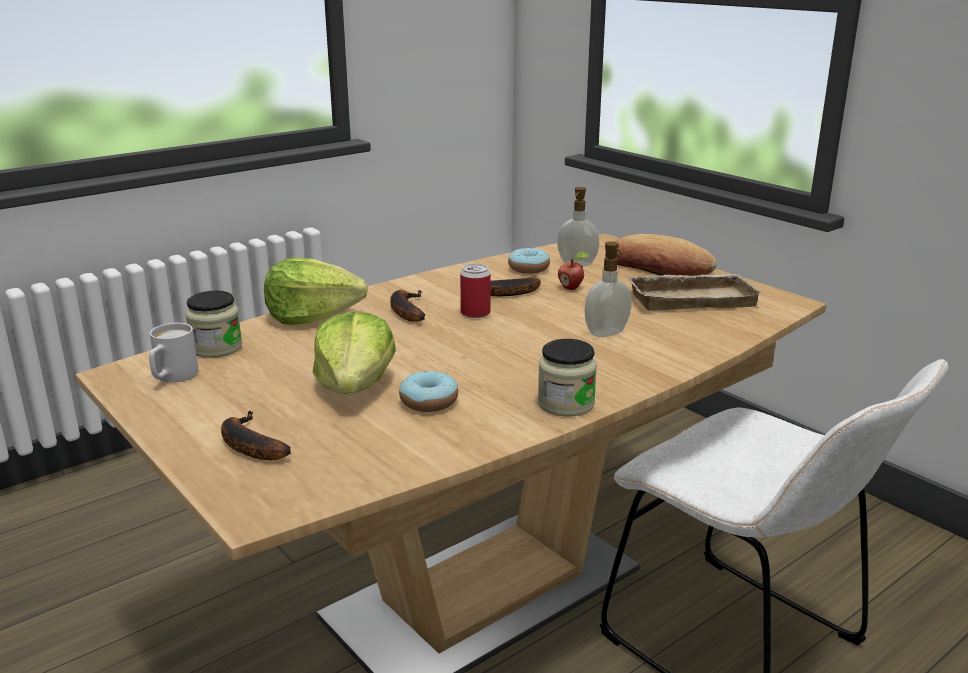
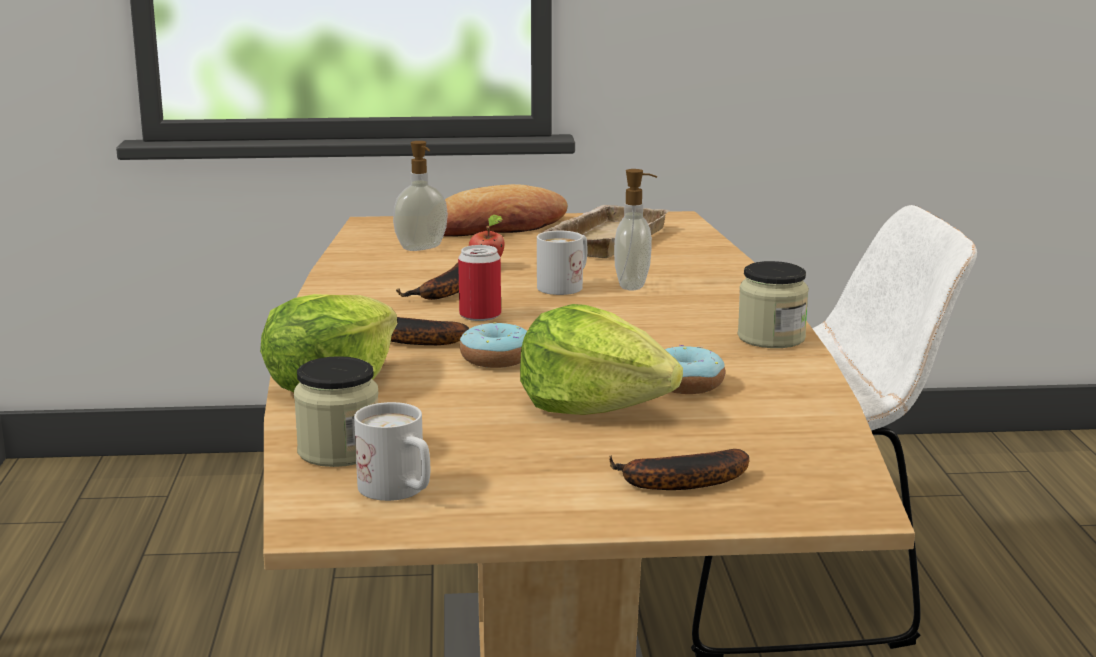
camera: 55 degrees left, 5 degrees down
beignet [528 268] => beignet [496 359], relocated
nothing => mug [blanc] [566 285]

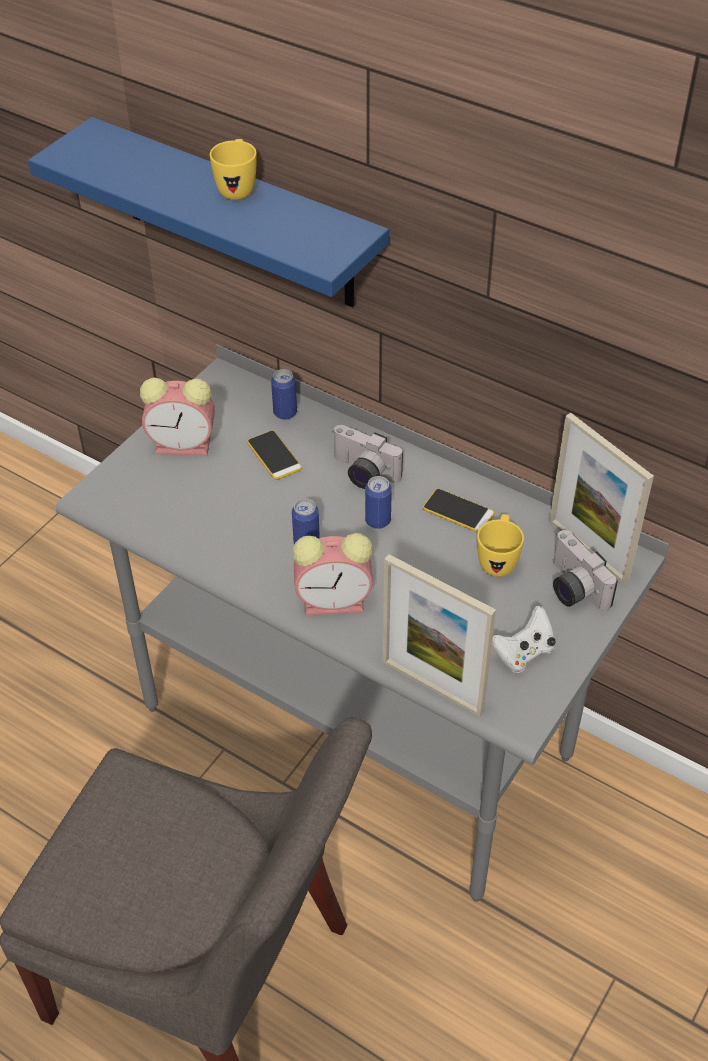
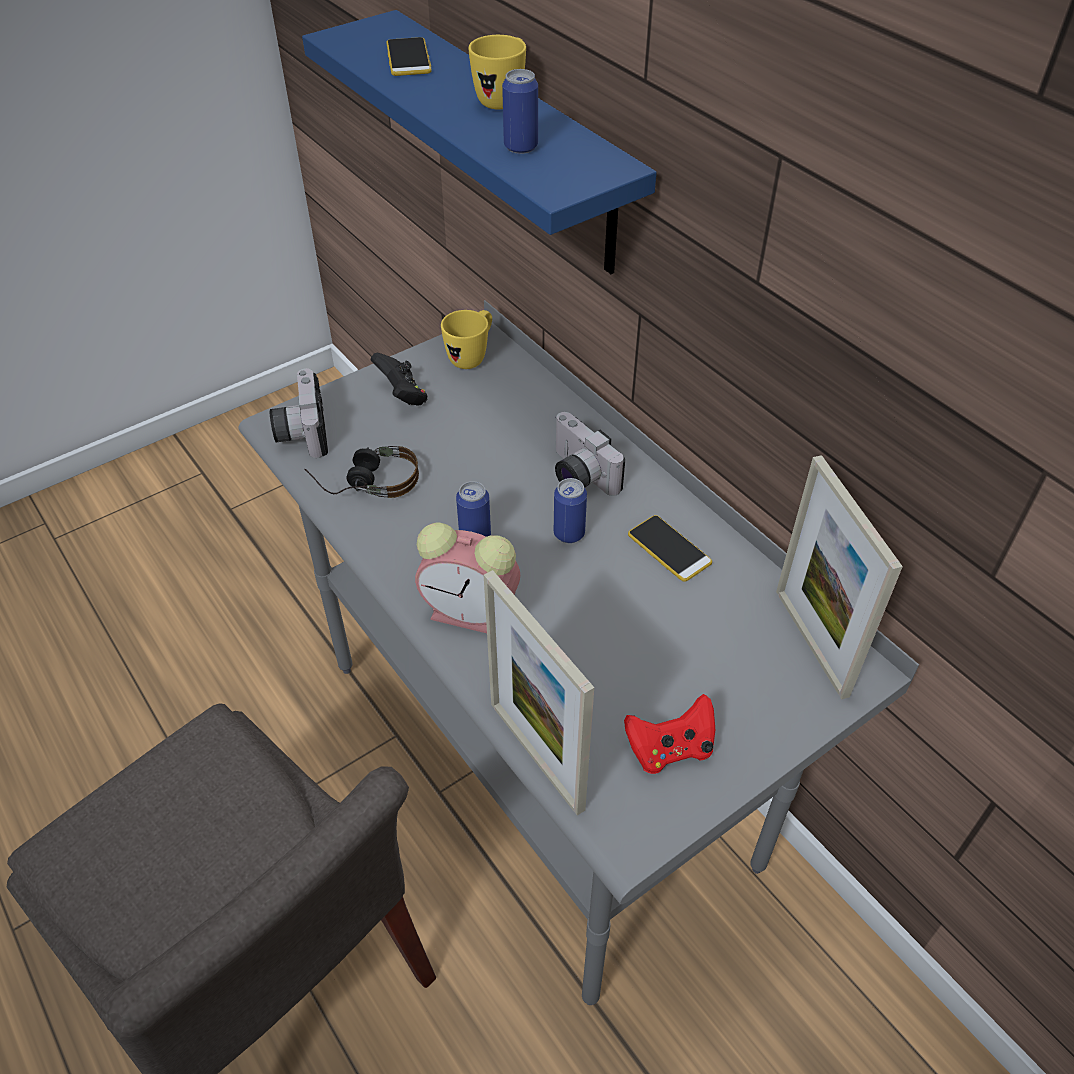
camera: 20 degrees right, 0 degrees up
appareil photo [572 588] => appareil photo [301 430], relocated
nothing => casque audio [366 482]
réveil [185 444] => manette [noir] [402 395]
téléphone [274 455] => téléphone [408 58], relocated
mug [jaune] [498 560] => mug [jaune] [472 357], relocated
boîte métallique [285 413] => boîte métallique [521 147], relocated
manette [blanc] [523 653] => manette [rouge] [670 749]

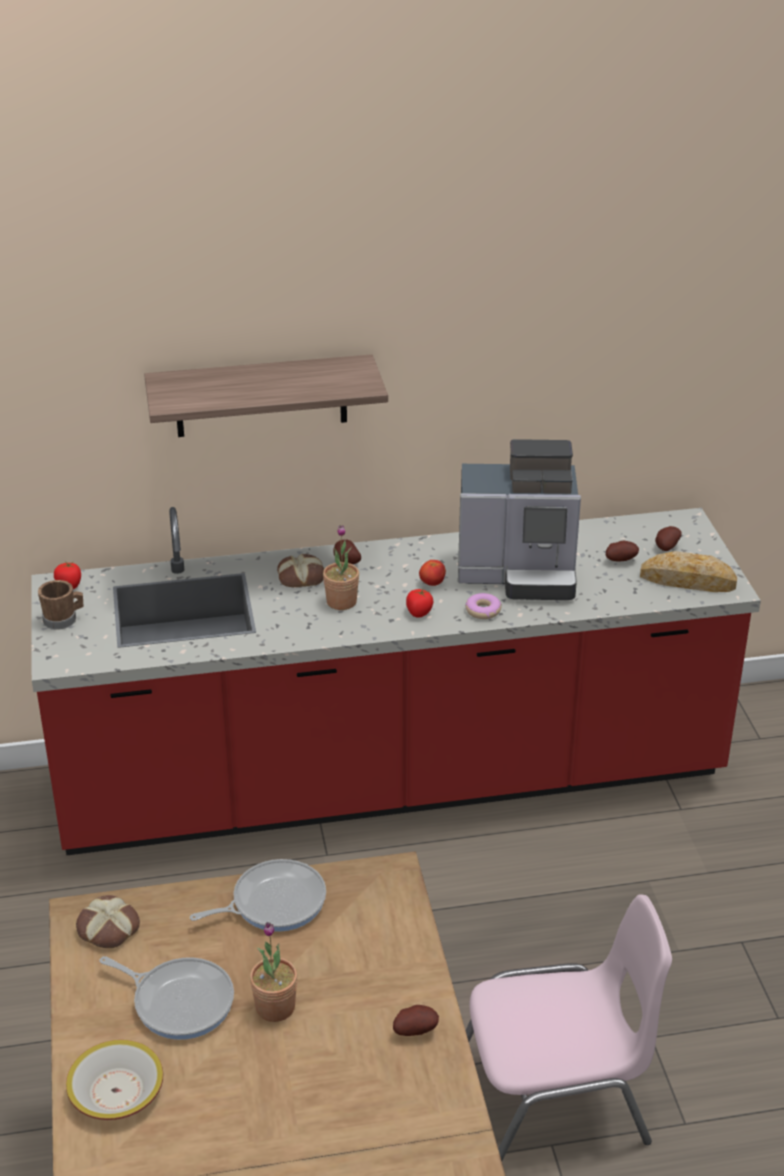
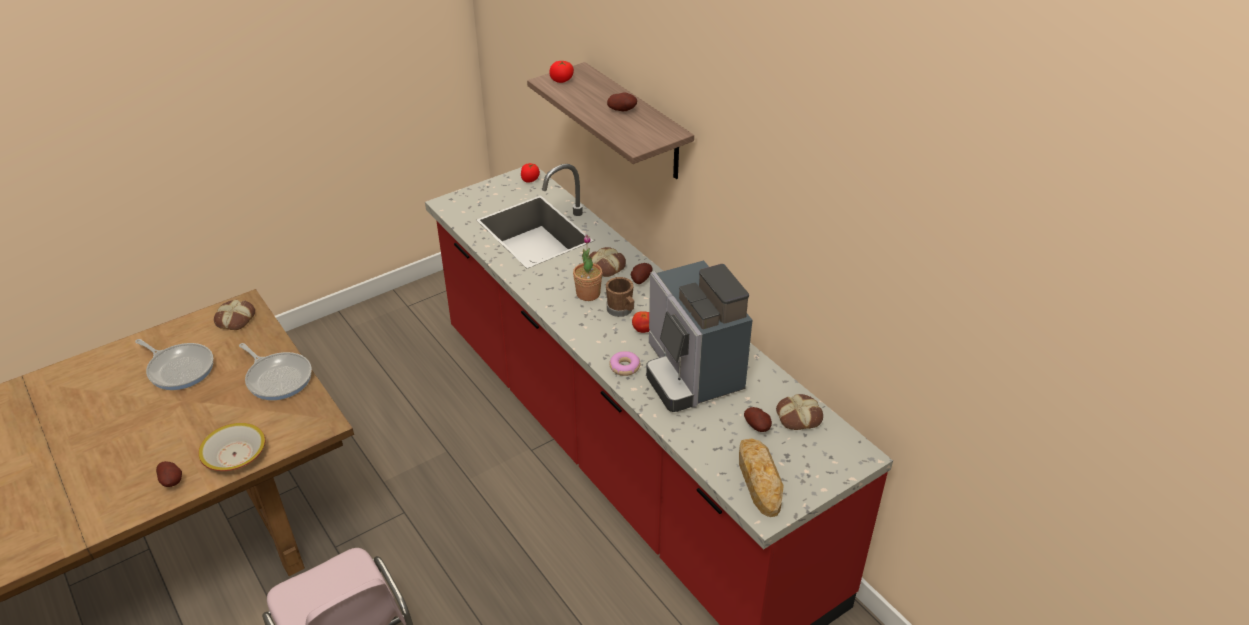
camera: 65 degrees right, 5 degrees up
poêle [179 1001] => poêle [179 368], 60 degrees counterclockwise
bol [115 1091] => bol [234 454], relocated
tomate [419 612] => tomate [562 80], relocated
mug [marron] [64 620] => mug [marron] [621 310], relocated
pomme de terre [665 547] => pomme de terre [622 110], relocated
nothing => pain [798 416]
plante en pot [275 1007] => nothing

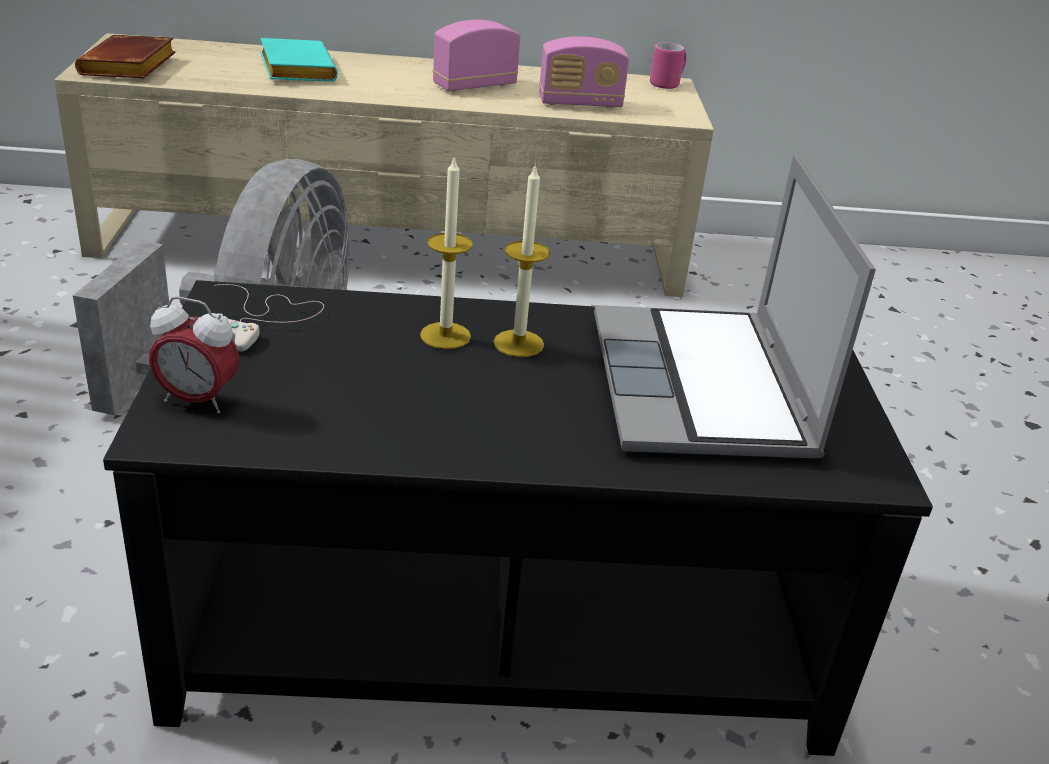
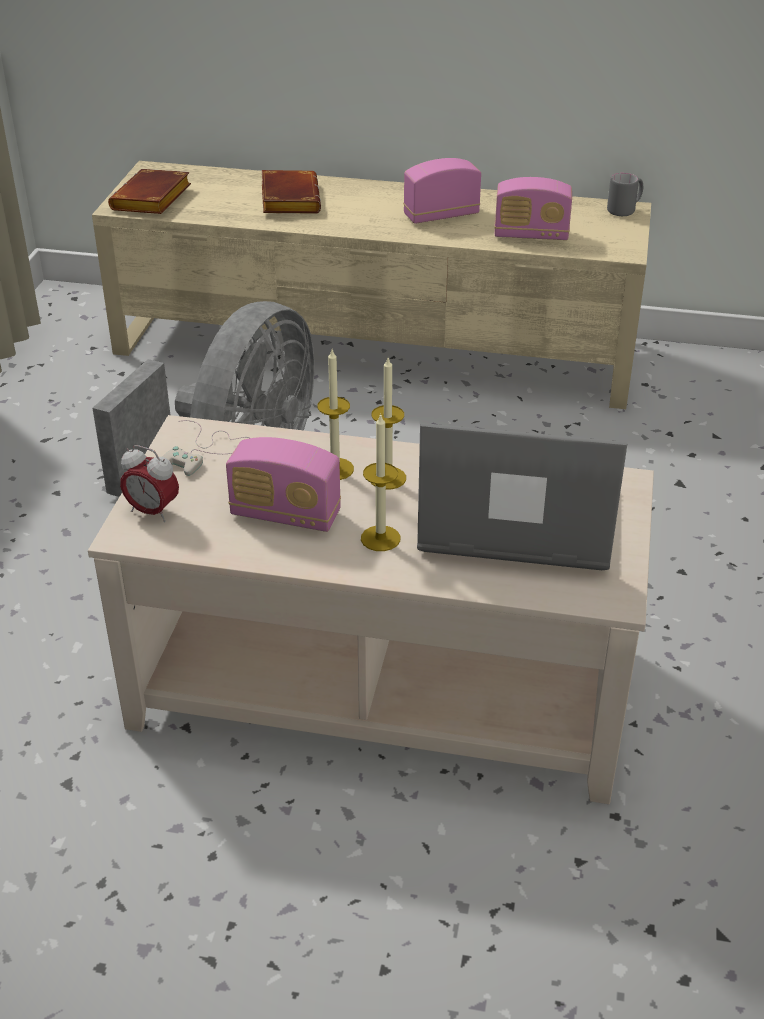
camera: 15 degrees right, 5 degrees up
table basse [noir] [501 625] => table basse [beige] [383 685]
nothing => radio [285 515]
livre [turquoise] [294 69] => livre [marron] [287 199]
nothing => bougie [380 538]
ordinateur portable [703 388] => ordinateur portable [514 522], 90 degrees clockwise
mug [rose] [667 84] => mug [gris] [624 210]

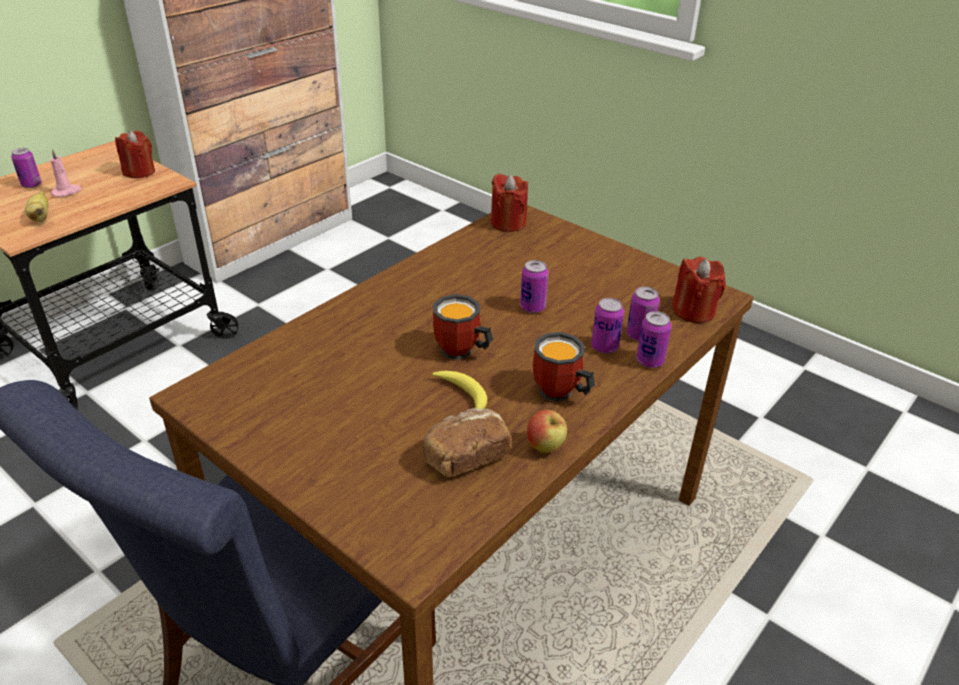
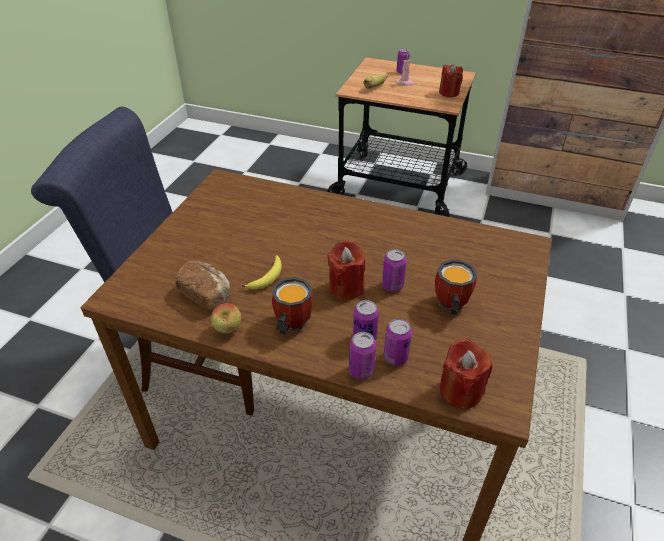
camera: 70 degrees right, 5 degrees up
bougie [rouge] [508 223] => bougie [rouge] [346 287], relocated
mug [460 353] => mug [449 306], relocated

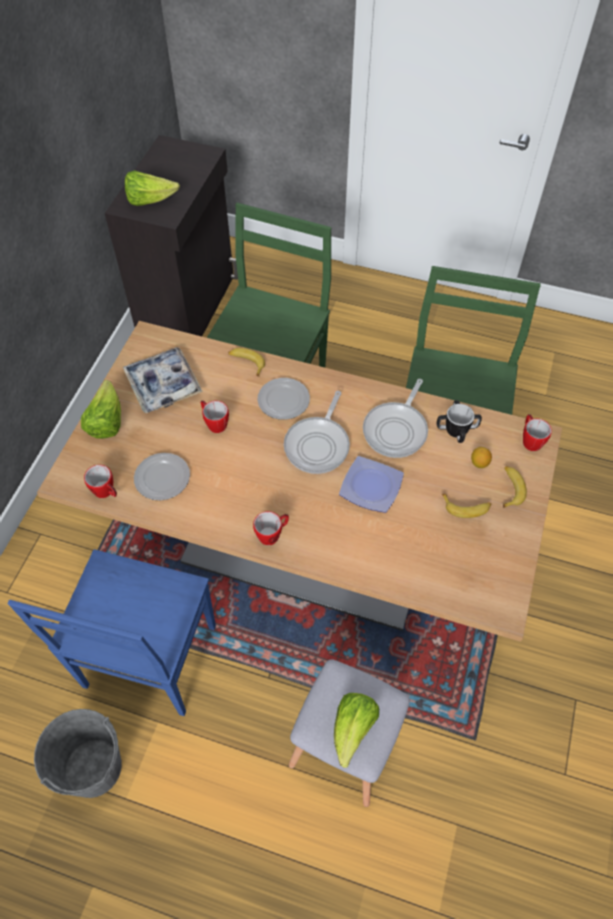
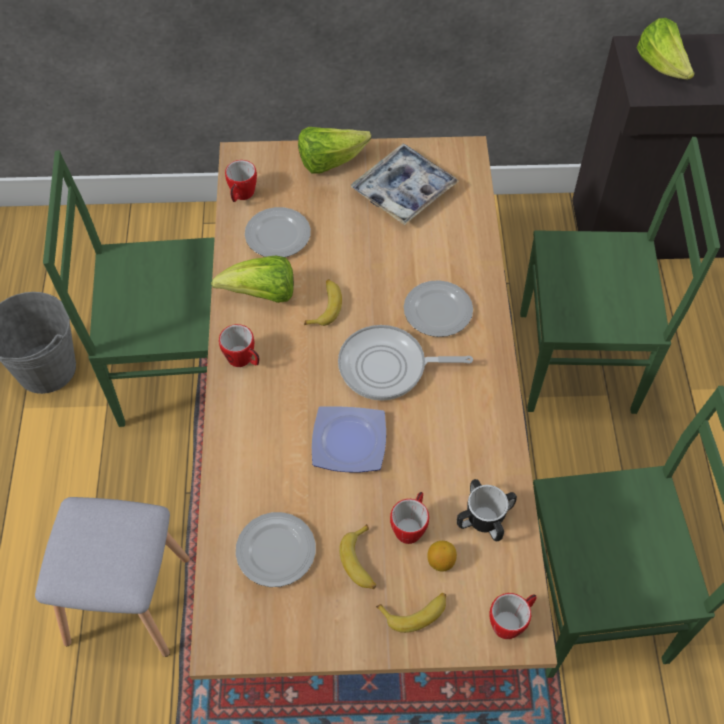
camera: 70 degrees right, 0 degrees up
chaise [bleu] [148 660] => chaise [vert] [170 371]
laitue [353 729] => laitue [262 295], relocated
nothing => assiette [276 550]
banane [246 363] => banane [325 306], relocated
mug [214 423] => mug [410 526], relocated
poêle [396 429] => nothing

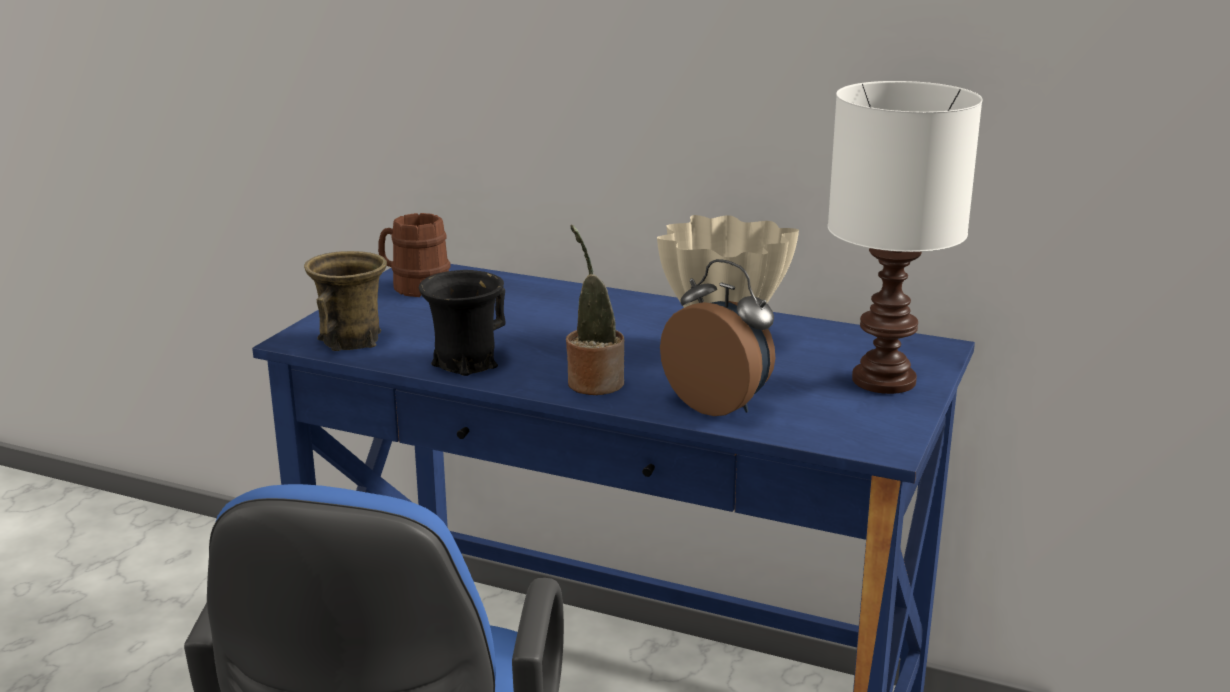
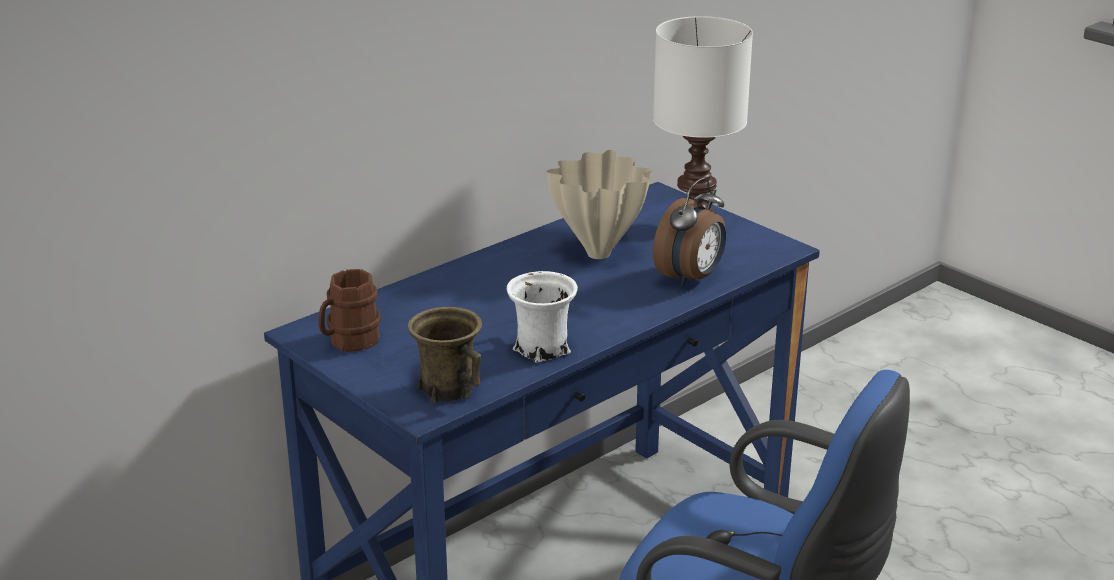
camera: 65 degrees left, 5 degrees up
mug [noir] [465 363] => mug [blanc] [541 349]
réveil [720 405] => réveil [691 278], 150 degrees clockwise
plante en pot [593 382] => nothing

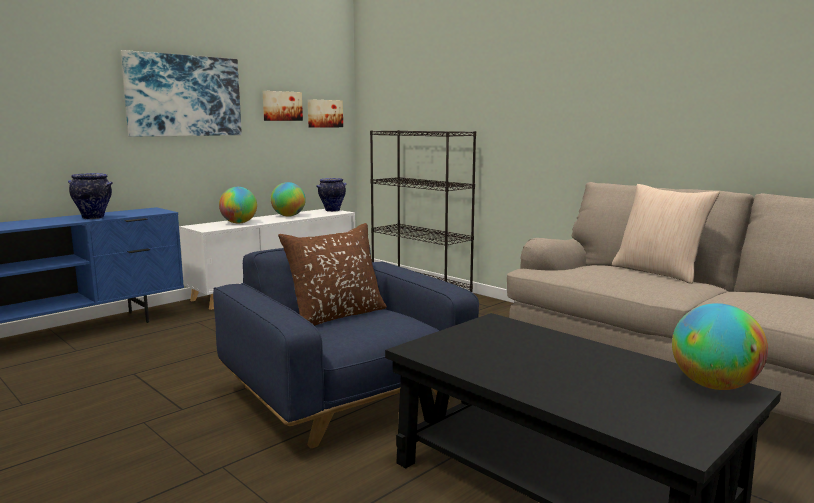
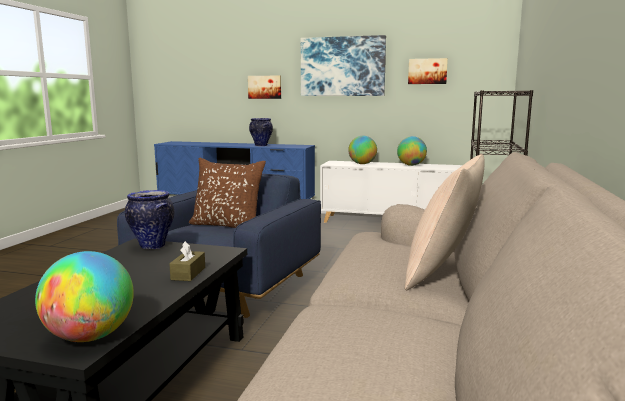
camera: 60 degrees right, 0 degrees up
vase [332 210] => vase [151 246], relocated
nothing => boîte à mouchoirs [marron] [188 273]
tableau [324 113] => tableau [265 87], relocated

